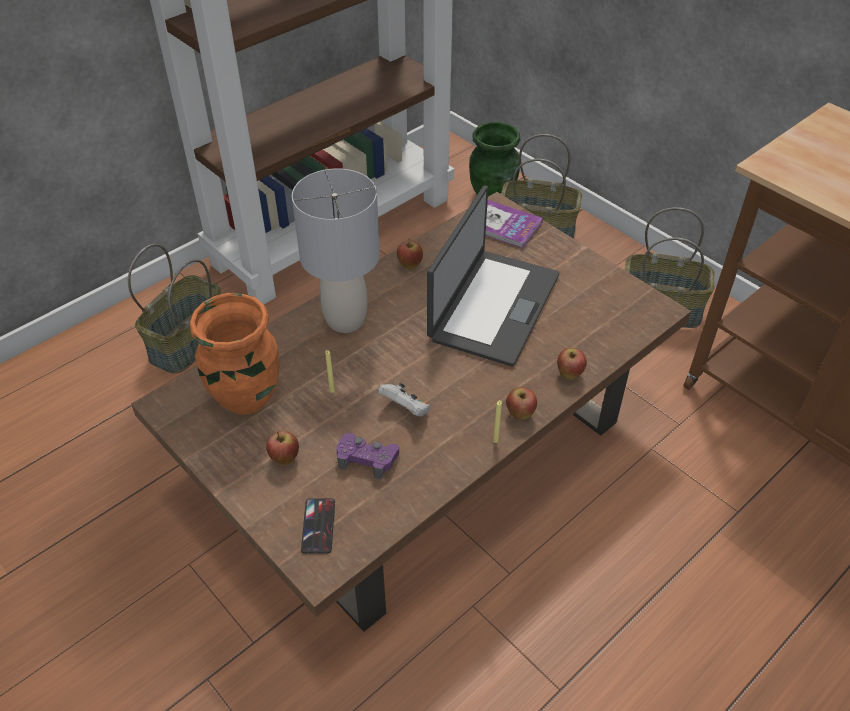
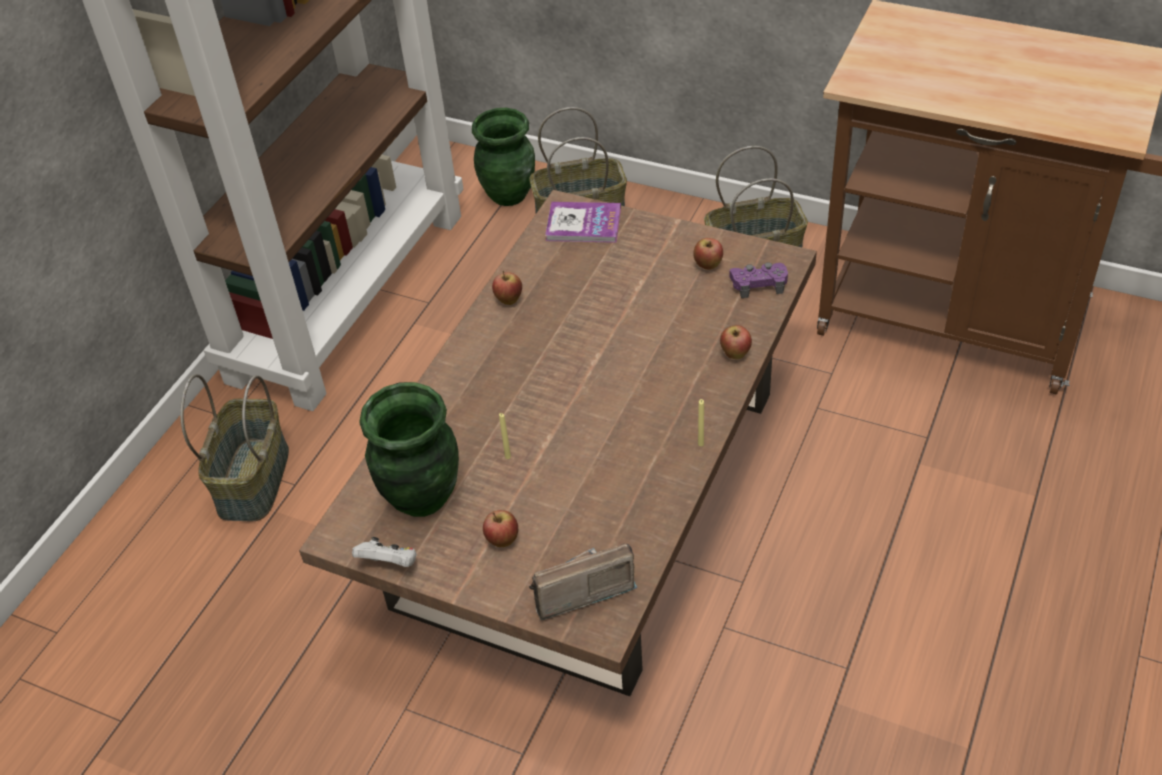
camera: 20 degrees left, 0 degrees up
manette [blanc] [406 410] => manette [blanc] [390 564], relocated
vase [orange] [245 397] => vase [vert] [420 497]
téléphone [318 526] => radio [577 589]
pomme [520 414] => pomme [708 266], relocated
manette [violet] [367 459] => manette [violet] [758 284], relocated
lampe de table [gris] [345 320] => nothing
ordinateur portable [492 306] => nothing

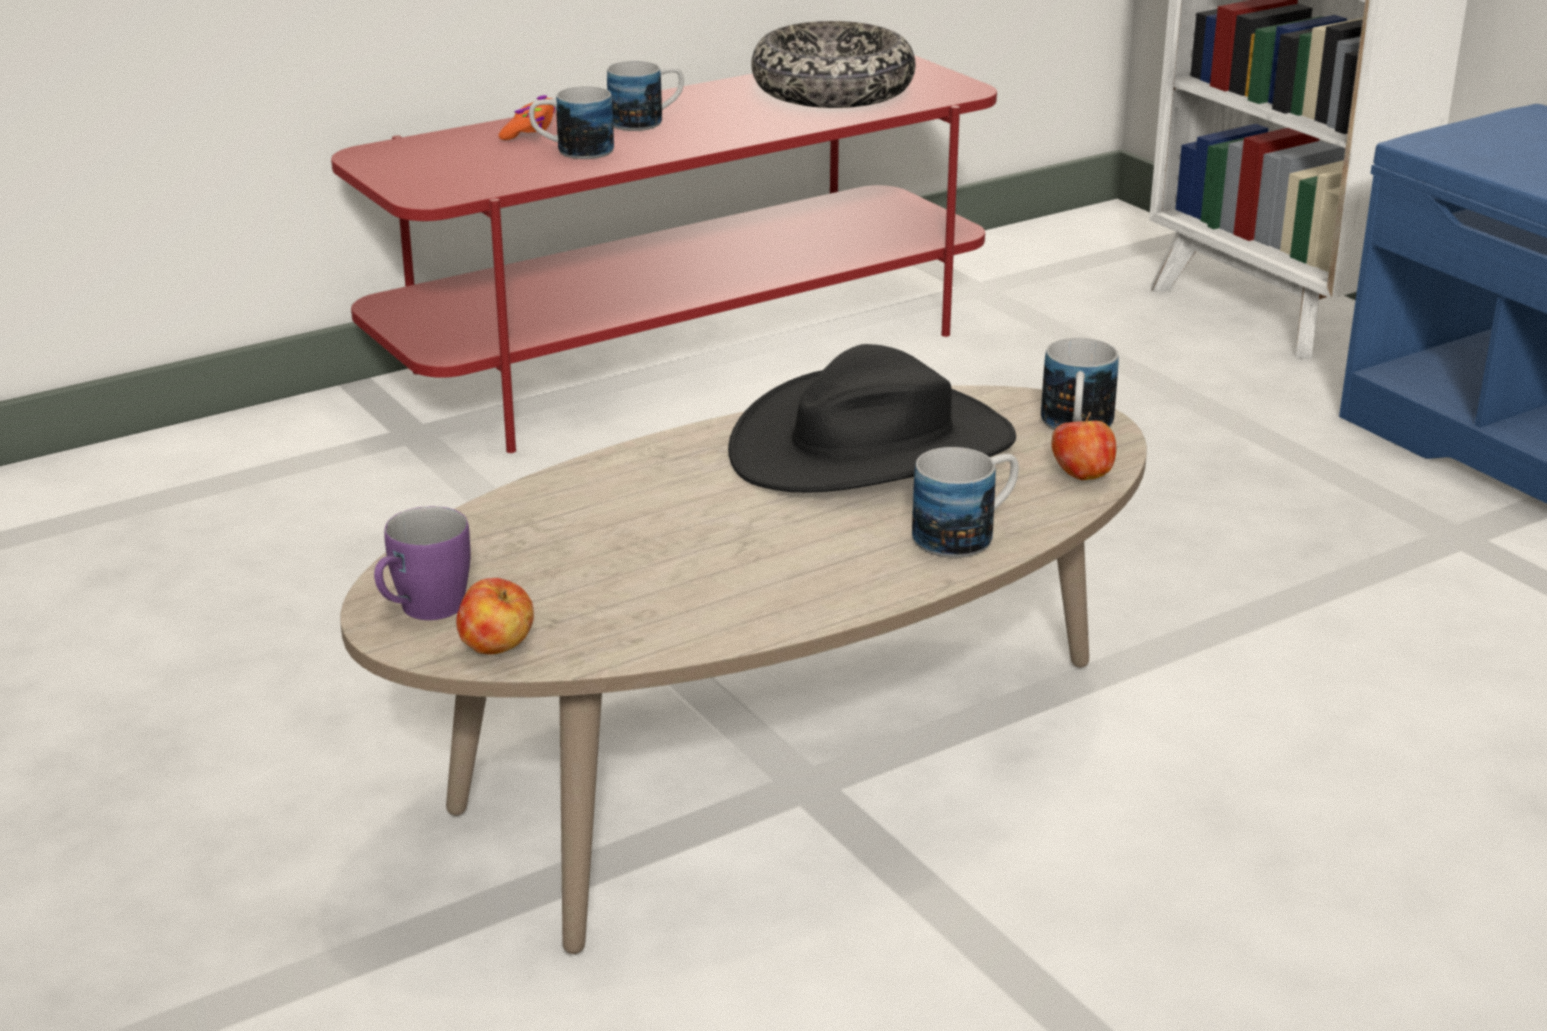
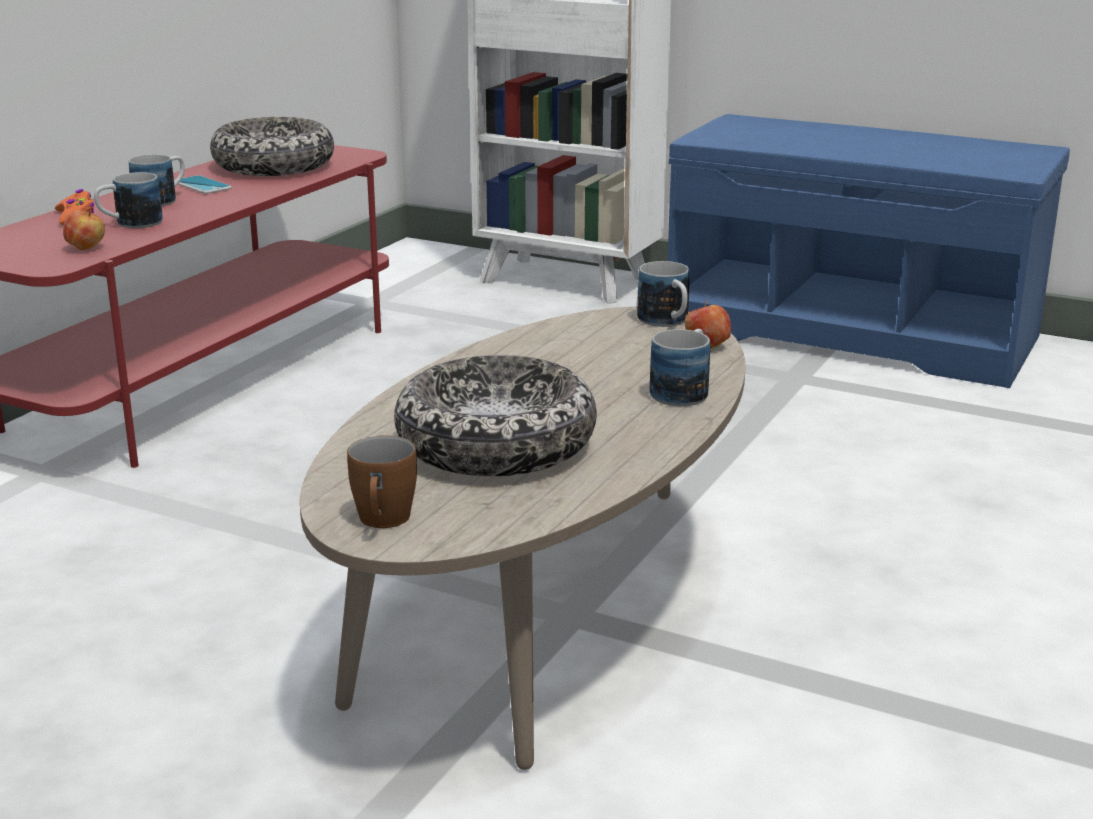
camera: 30 degrees left, 5 degrees down
pomme [497 648] => pomme [86 248], relocated
nothing => téléphone [202 186]
mug [violet] [422 612] => mug [marron] [383 523]
nothing => bol [496 444]
chapeau [noir] [872 446] => nothing

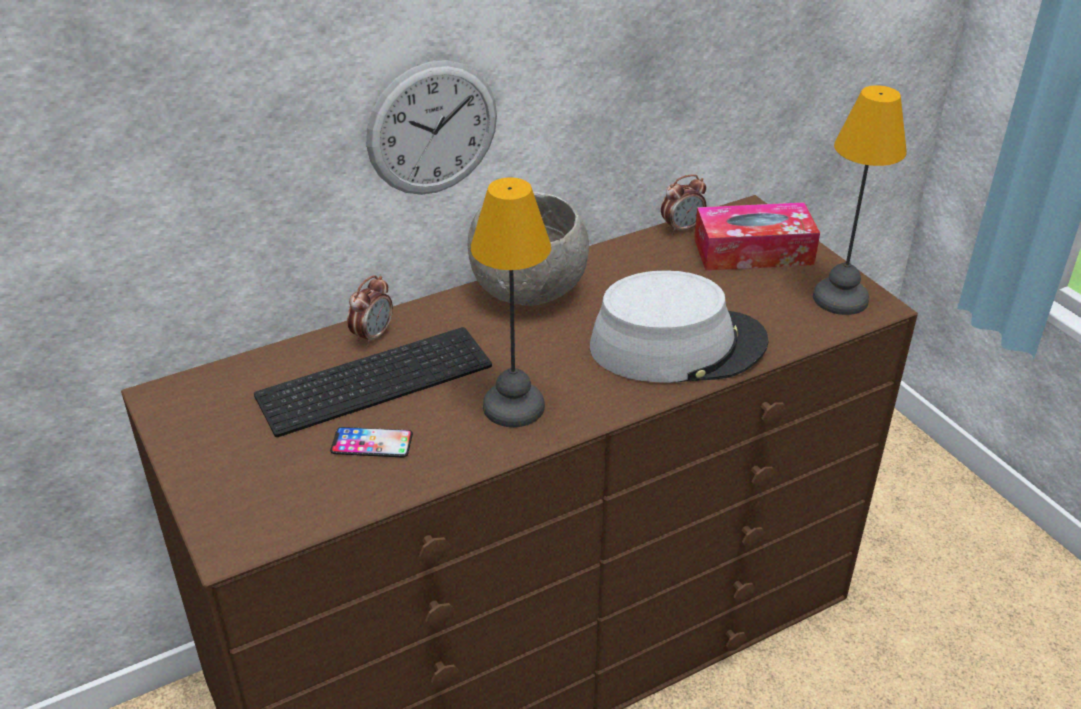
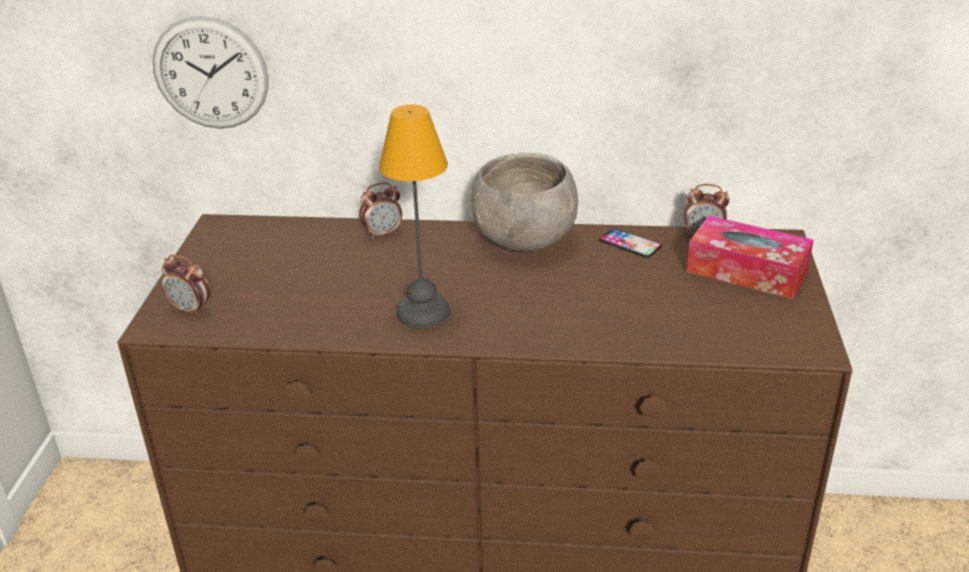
camera: 35 degrees right, 5 degrees down
horloge murale [432 129] => horloge murale [210 73], relocated
nothing => réveil [191 309]
téléphone [372 443] => téléphone [630 243], relocated
clavier [375 378] => nothing
chapeau [gris] [677 345] => nothing
lampe de table [840 297] => nothing

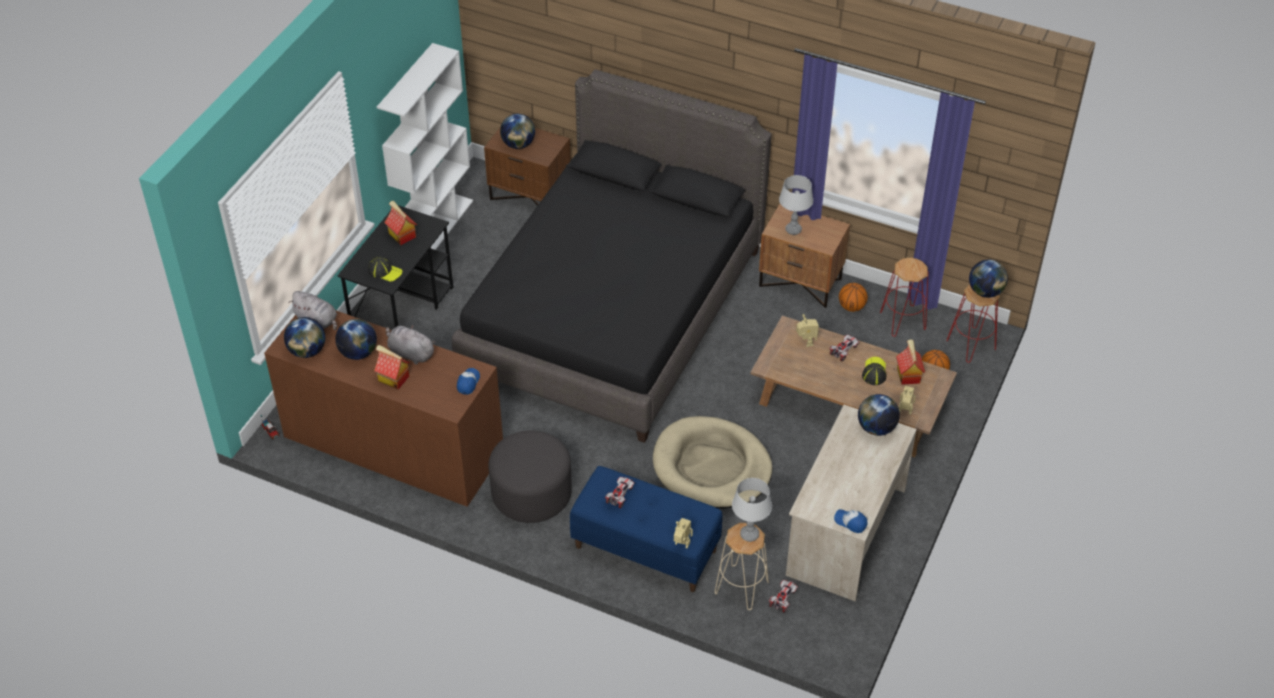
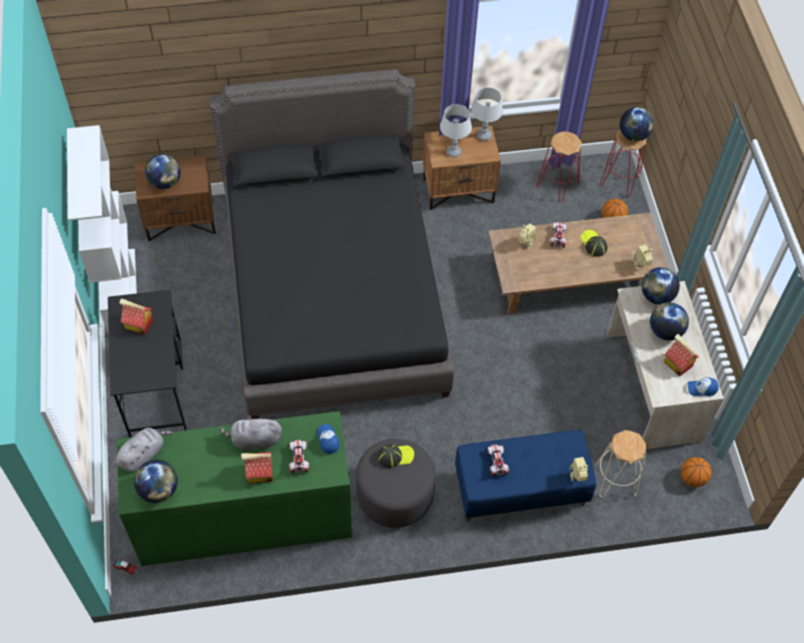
camera: 35 degrees left, 10 degrees up
peluche [gris] [317 320] => peluche [gris] [143 454], 45 degrees counterclockwise
commode [marron] [393 443] => commode [vert] [244 516]
petite voiture [783 599] => petite voiture [298 459], relocated
casquette [385 271] => casquette [395 456], relocated
lampe de table [gris] [749 534] => lampe de table [gris] [484 135], relocated
globe [358 353] => globe [665 331], relocated
maison miniature [908 375] => maison miniature [677 364], relocated
ballon de basket [851 307] => ballon de basket [692 478], relocated
panier pour chien [beige] [712 467] => nothing

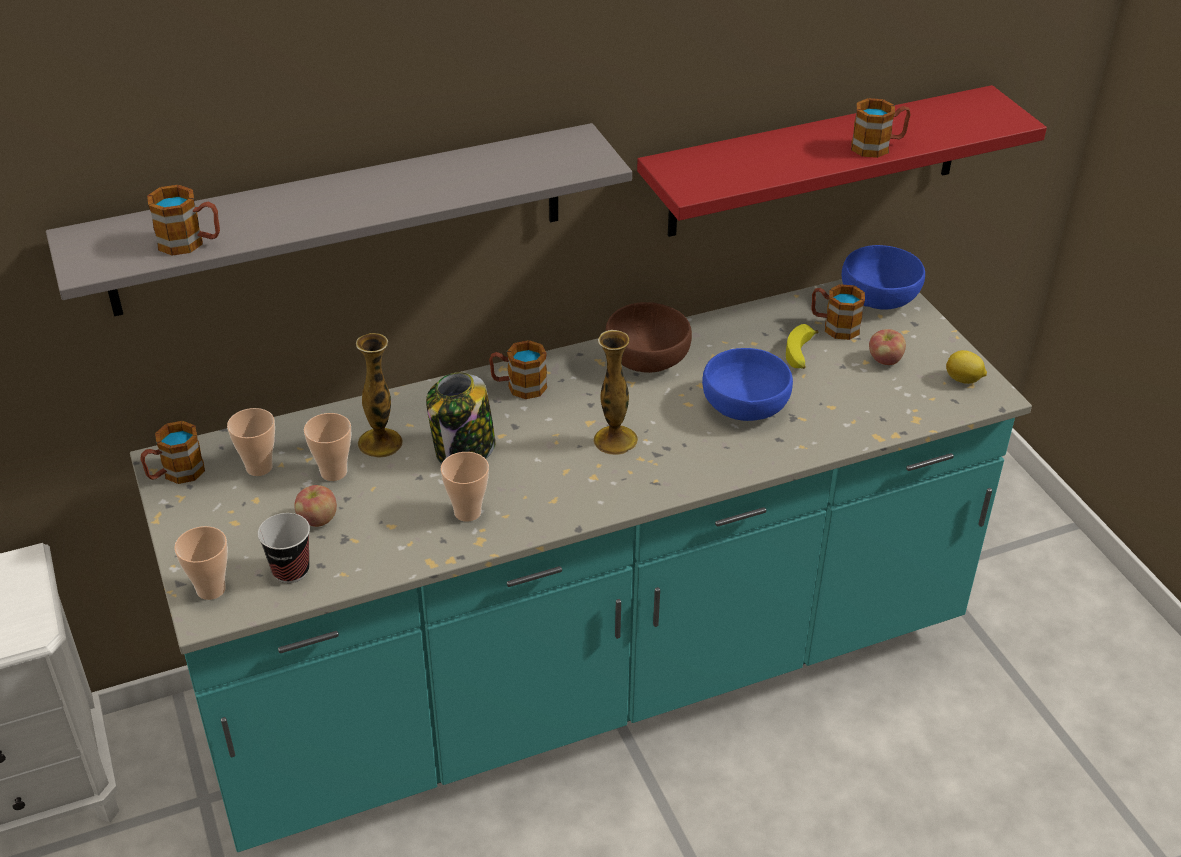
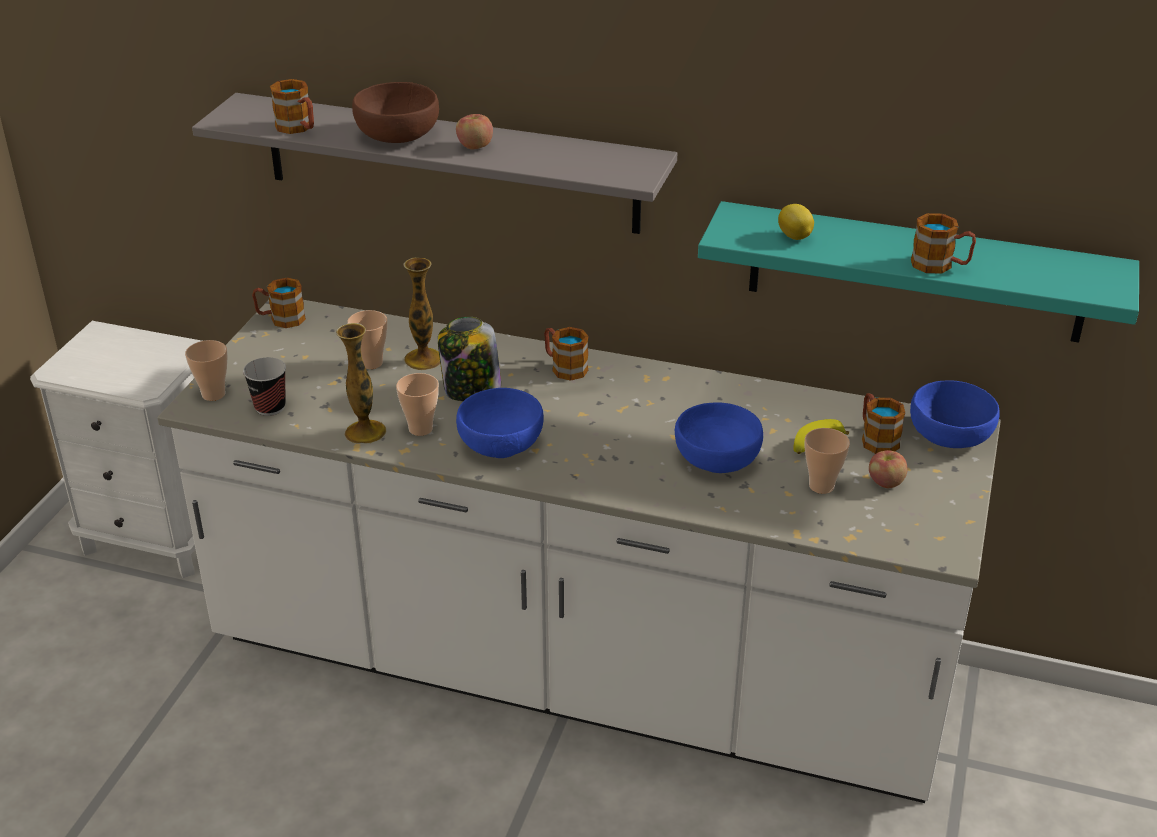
camera: 40 degrees right, 5 degrees down
comptoir de cuisine [turquoise] [588 674] => comptoir de cuisine [blanc] [578 669]
vase [615 440] => vase [365 432], relocated
bol [marron] [646 358] => bol [marron] [396 135], relocated
pomme [317 519] => pomme [474 146], relocated
nothing => bol [bleu] [501 443]
étagère [rouge] [816 162] => étagère [turquoise] [916 272]
citron [963 380] => citron [795 237], relocated
tasse [259 467] => tasse [821 486], relocated

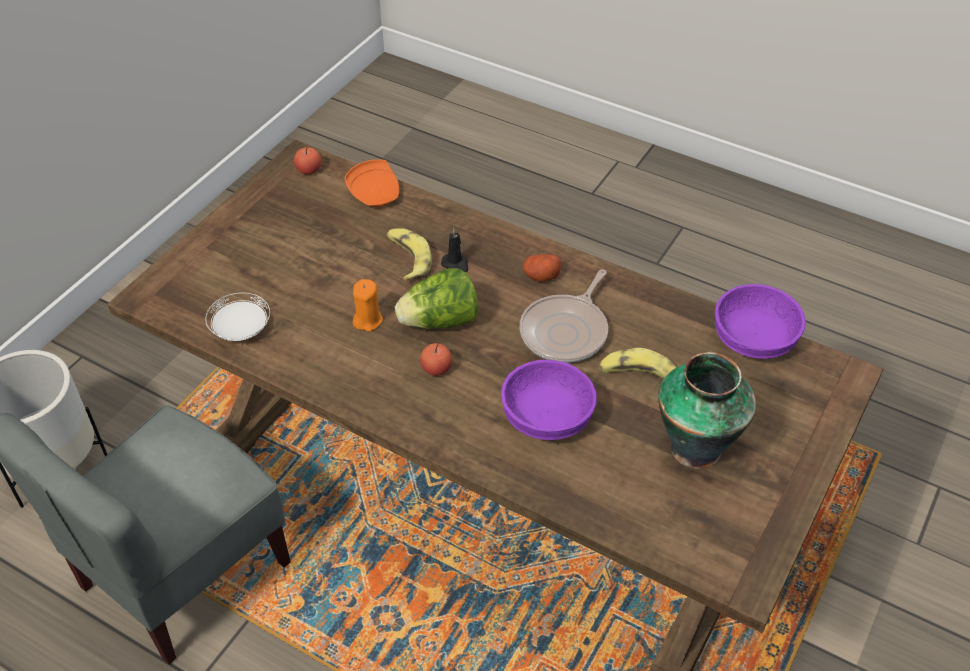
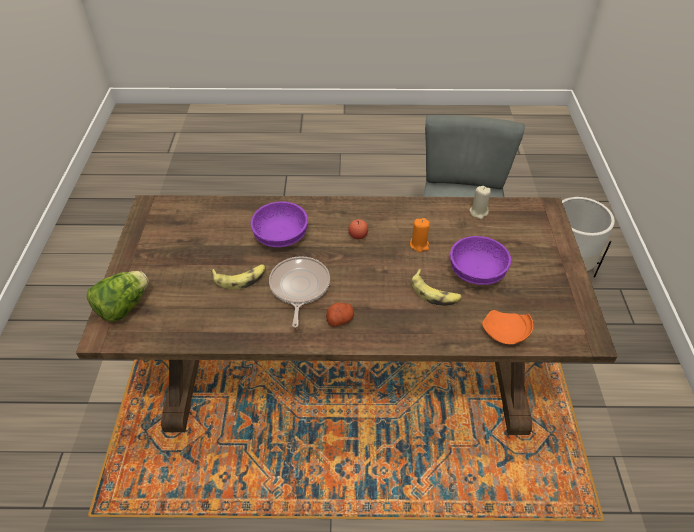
camera: 150 degrees right, 0 degrees up
laitue [440 322] => laitue [123 307], relocated
bol [violet] [752 338] => bol [violet] [477 272], relocated
assiette [blanc] [240 330] => bougie [beige] [478 212]
pomme [309 170] => nothing
bougie [noir] [456 264] => nothing
vase [697 446] => nothing

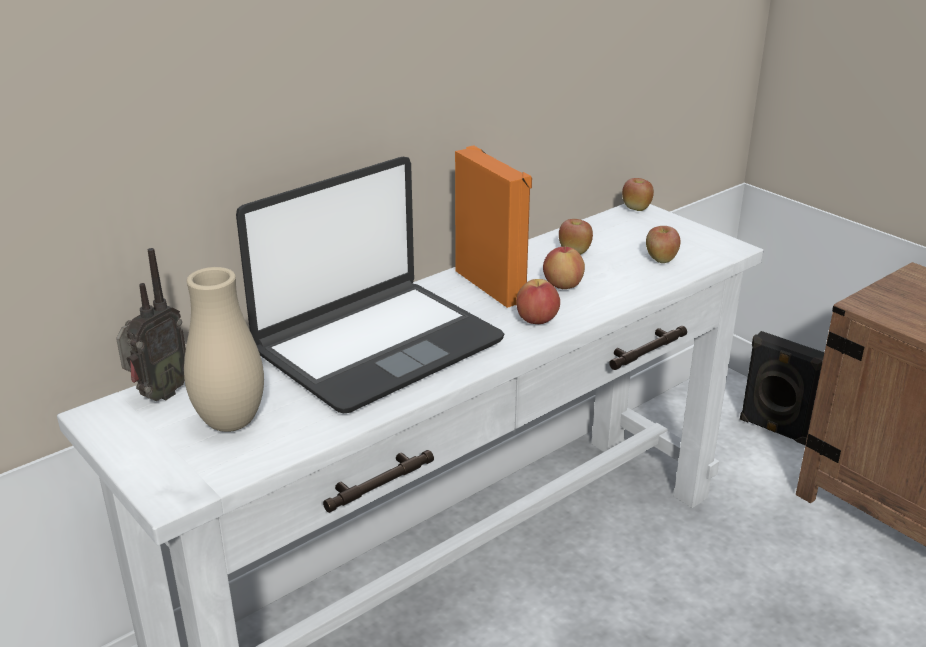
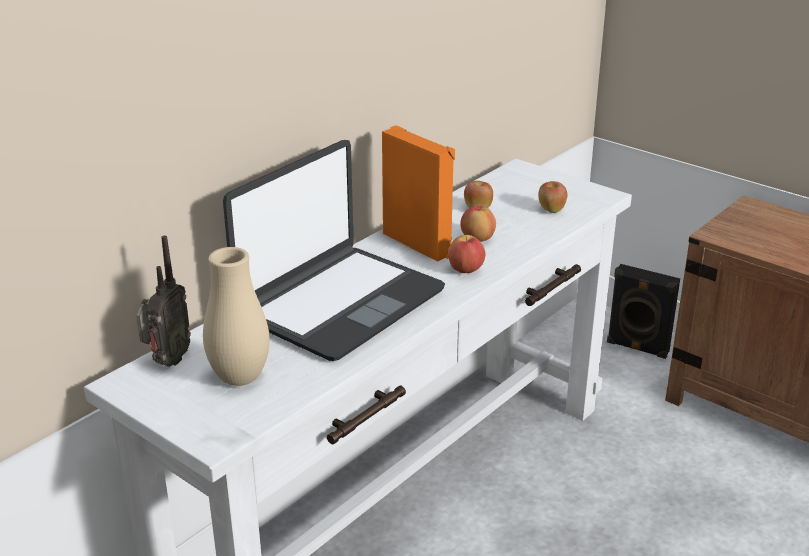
camera: 10 degrees left, 0 degrees up
pomme [636 208] => nothing

